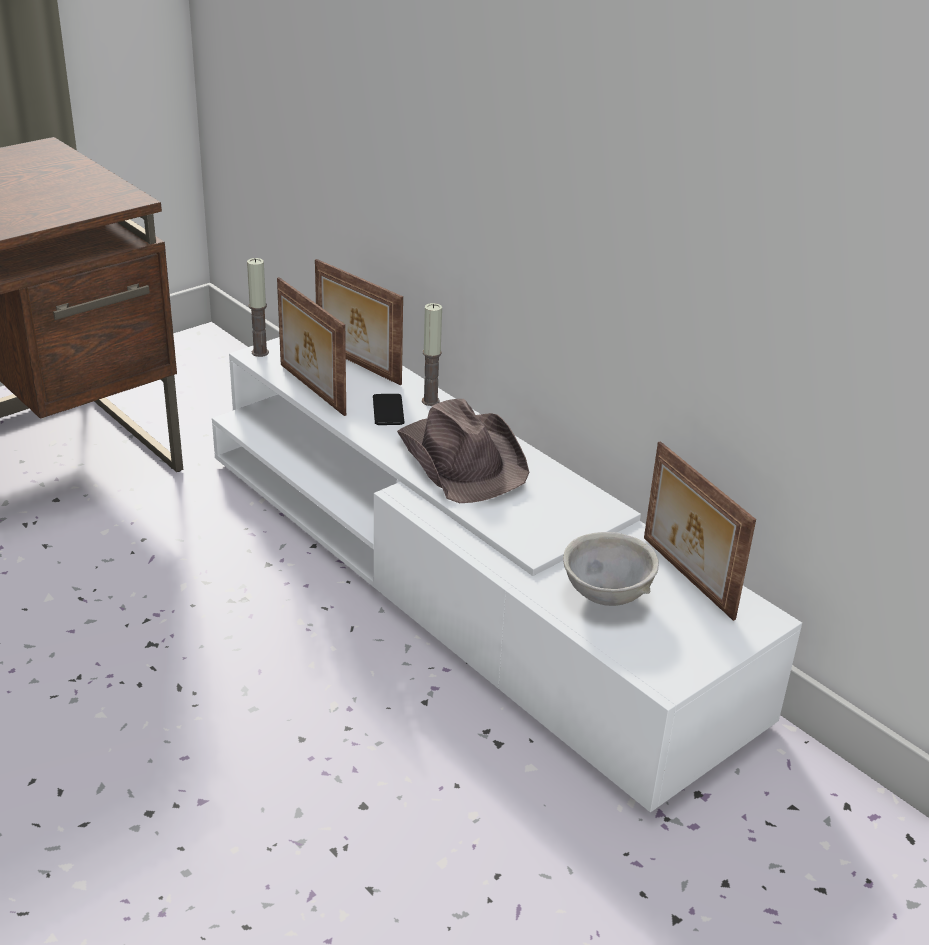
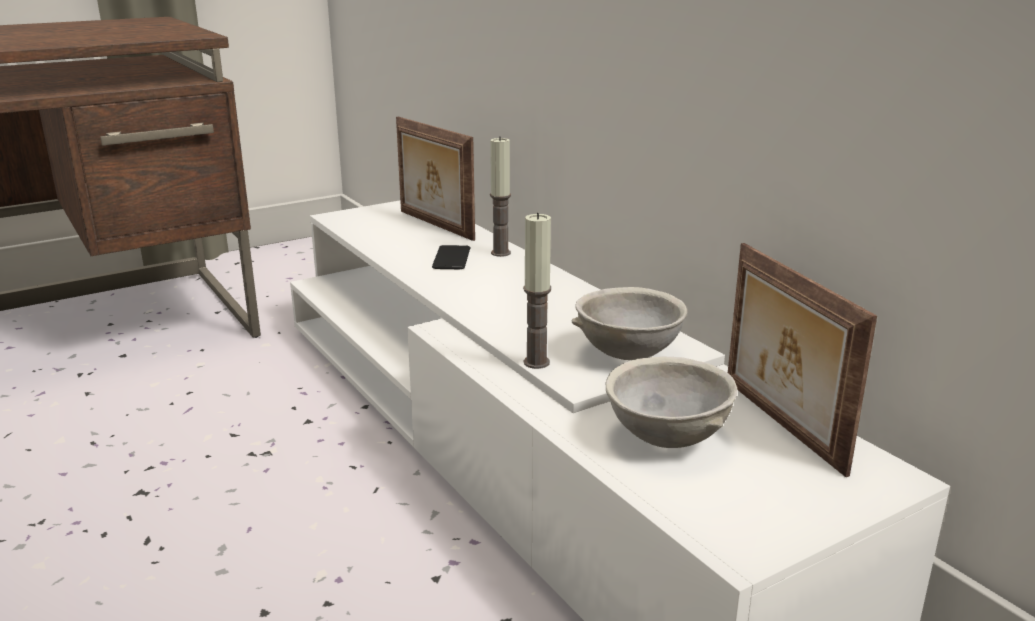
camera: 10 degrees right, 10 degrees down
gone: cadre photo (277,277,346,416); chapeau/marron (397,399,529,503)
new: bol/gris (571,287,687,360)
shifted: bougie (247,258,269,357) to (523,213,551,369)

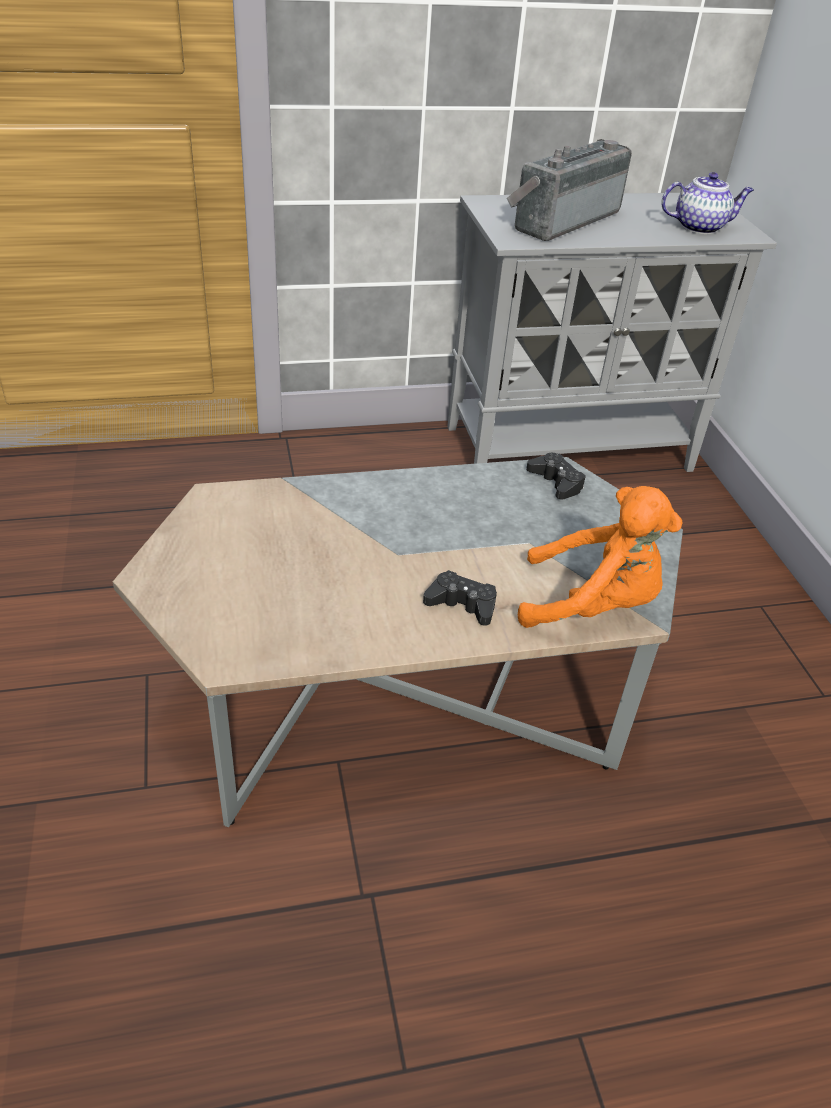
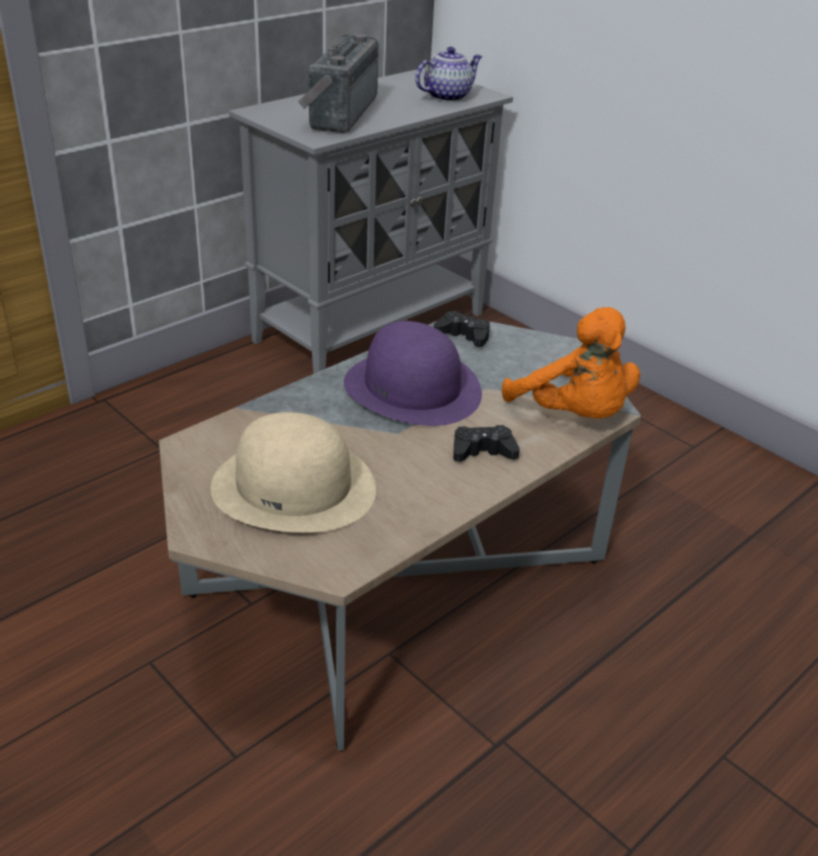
camera: 30 degrees left, 5 degrees down
new: chapeau/violet (344,321,482,426); chapeau/beige (211,412,376,533)
rotated: peluche/orange (518,486,683,628) = (502,307,640,419) 75 degrees clockwise

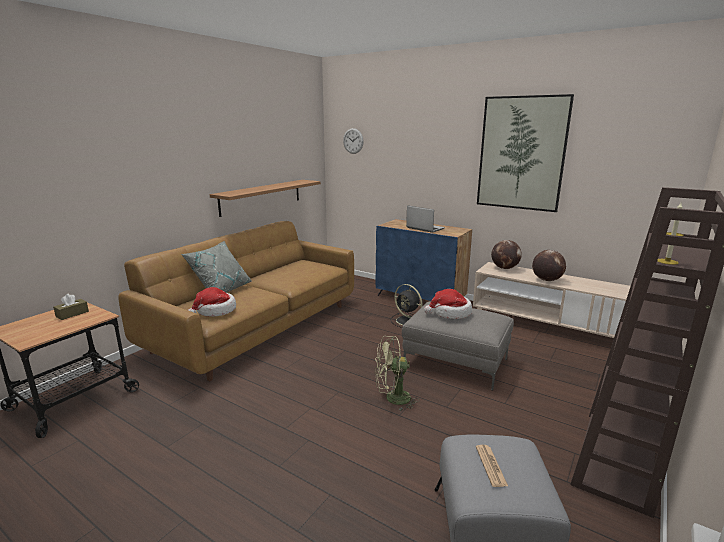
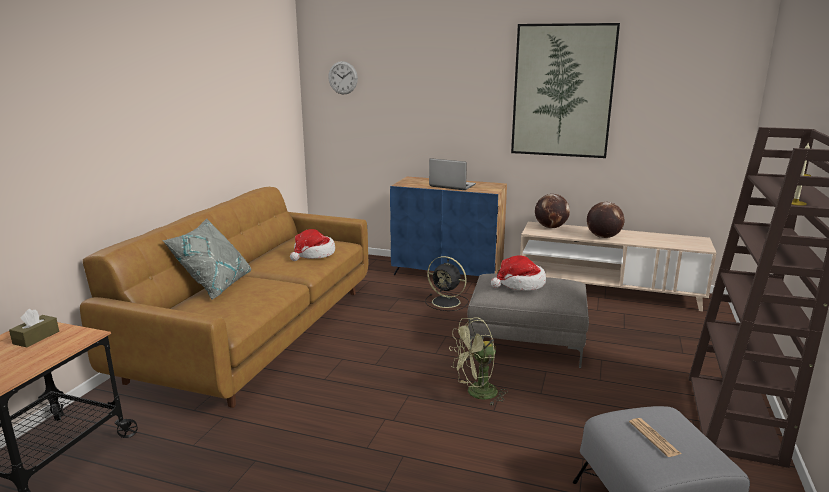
camera: 15 degrees left, 0 degrees up
gone: étagère (210,180,321,217)
shifted: chapeau (188,287,236,317) to (290,229,335,261)

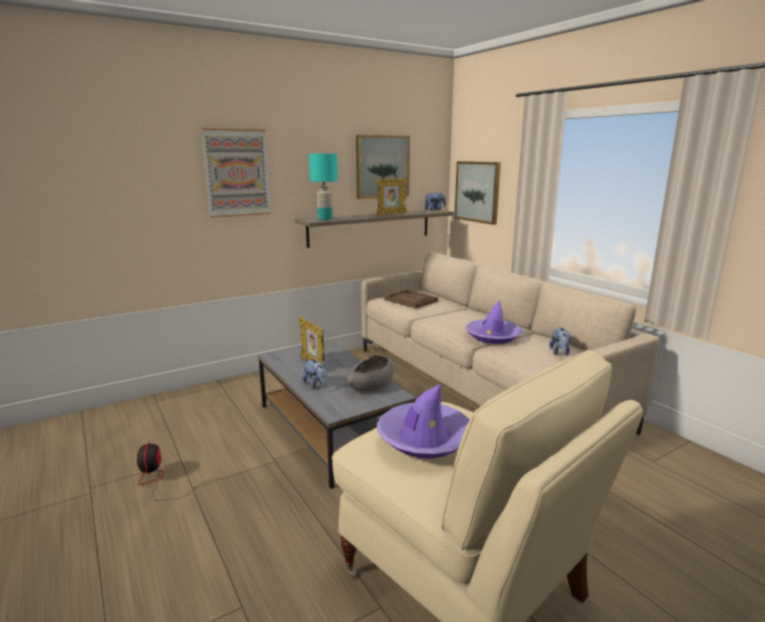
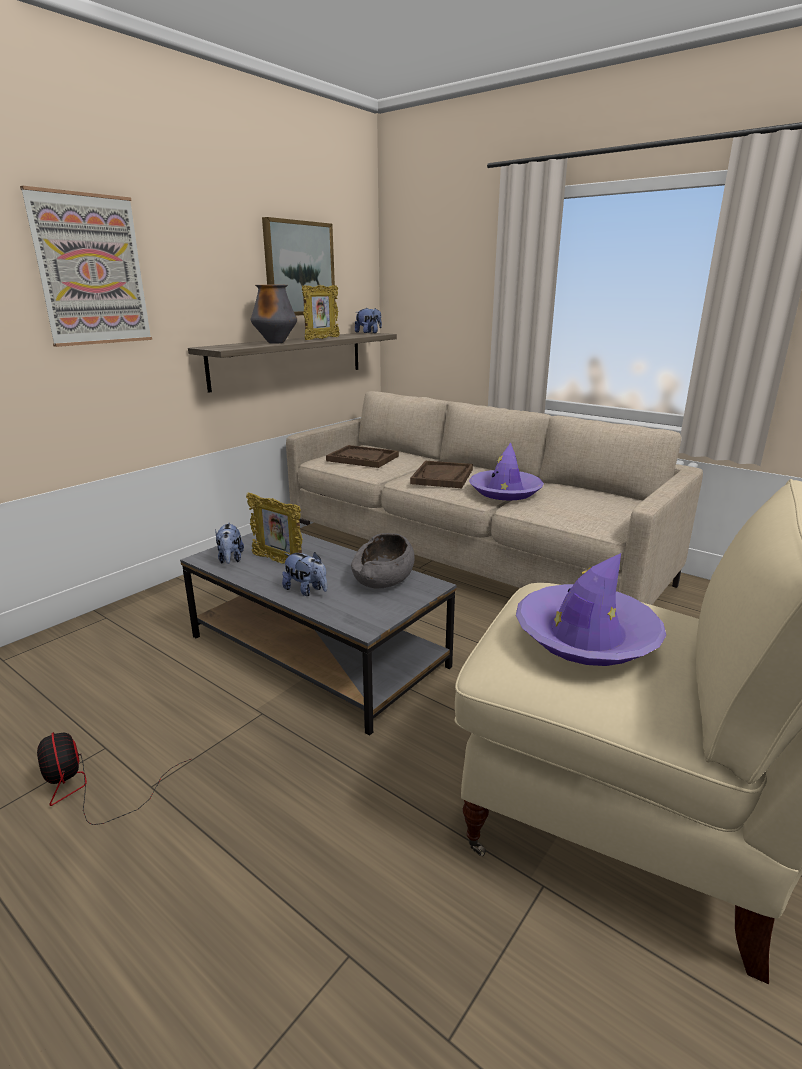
camera: 20 degrees left, 5 degrees up
gone: lampe de table/turquoise (309,154,338,220); tableau (454,161,501,225)
new: vase (251,285,297,344); plateau/marron (410,461,473,488)
shifted: peluche (549,327,571,356) to (215,523,244,564)

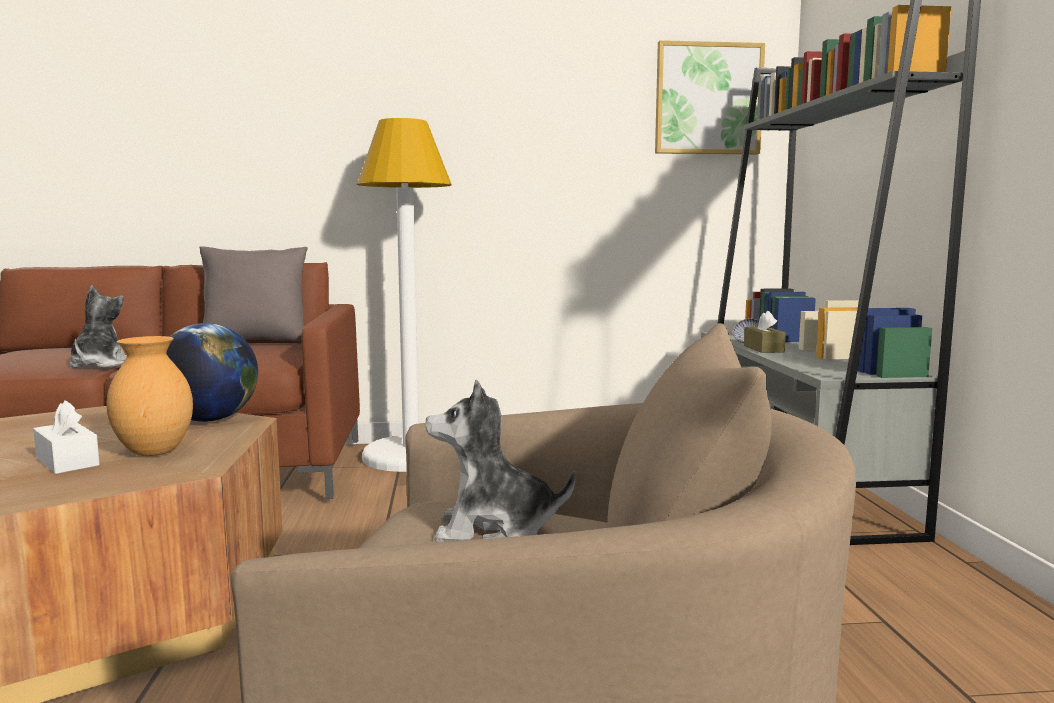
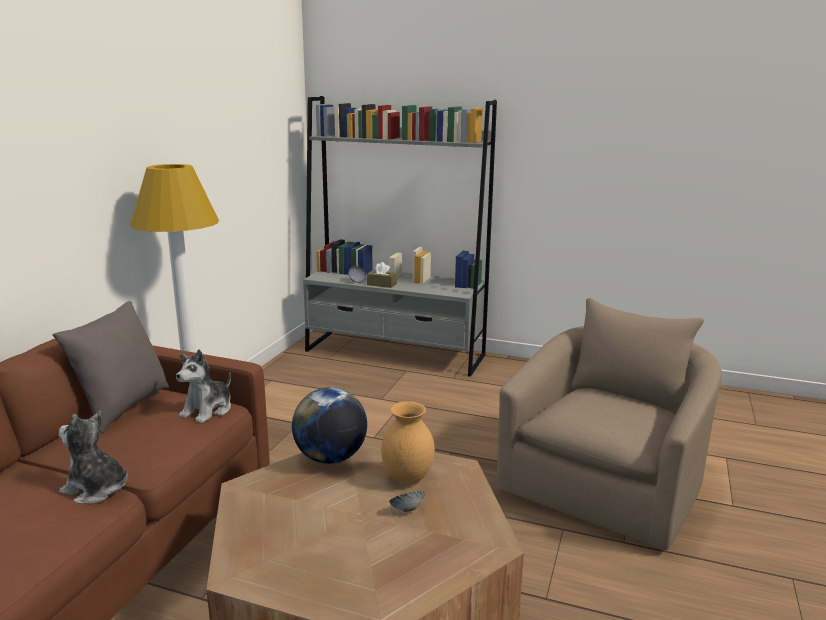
camera: 65 degrees left, 10 degrees up
gone: tableau (655,40,765,154)
shifted: peluche (426,379,576,542) to (176,349,231,424)
swapped: boîte à mouchoirs/blanc (33,401,100,474) to bol (389,491,425,512)

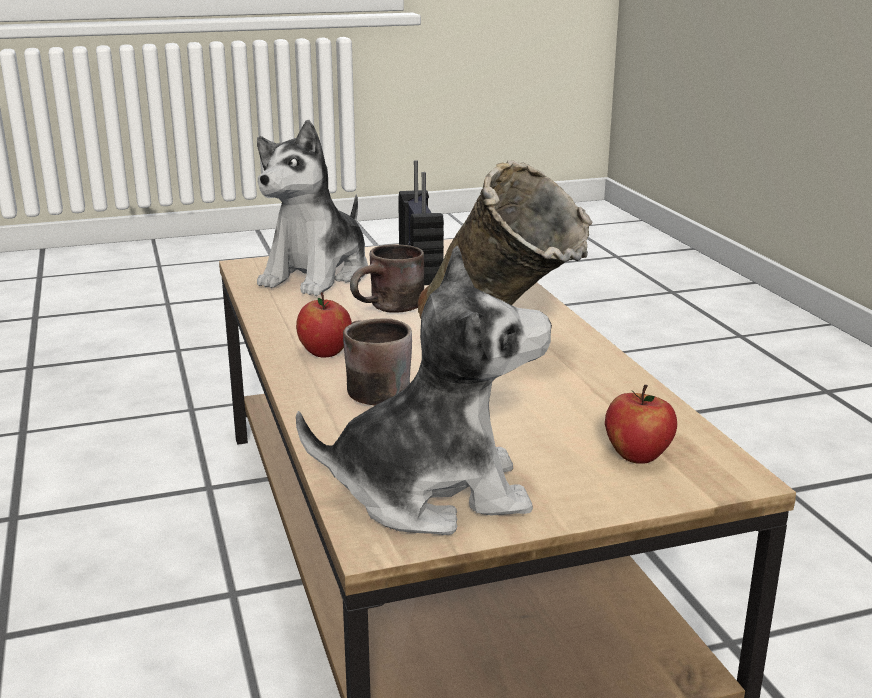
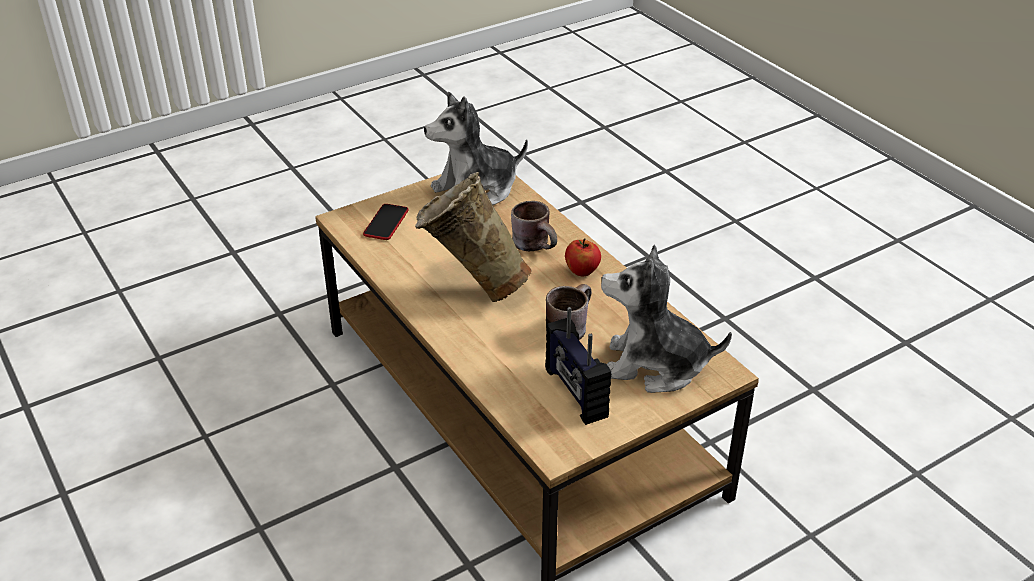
camera: 165 degrees right, 15 degrees up
swapped: pomme (605,385,677,464) to téléphone (363,204,409,240)
rotated: peluche (257,120,368,296) = (601,244,732,393) 90 degrees counterclockwise

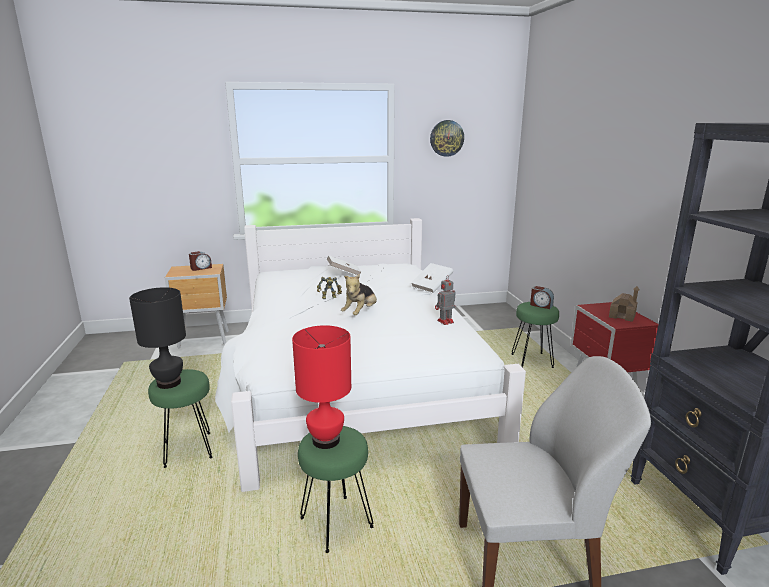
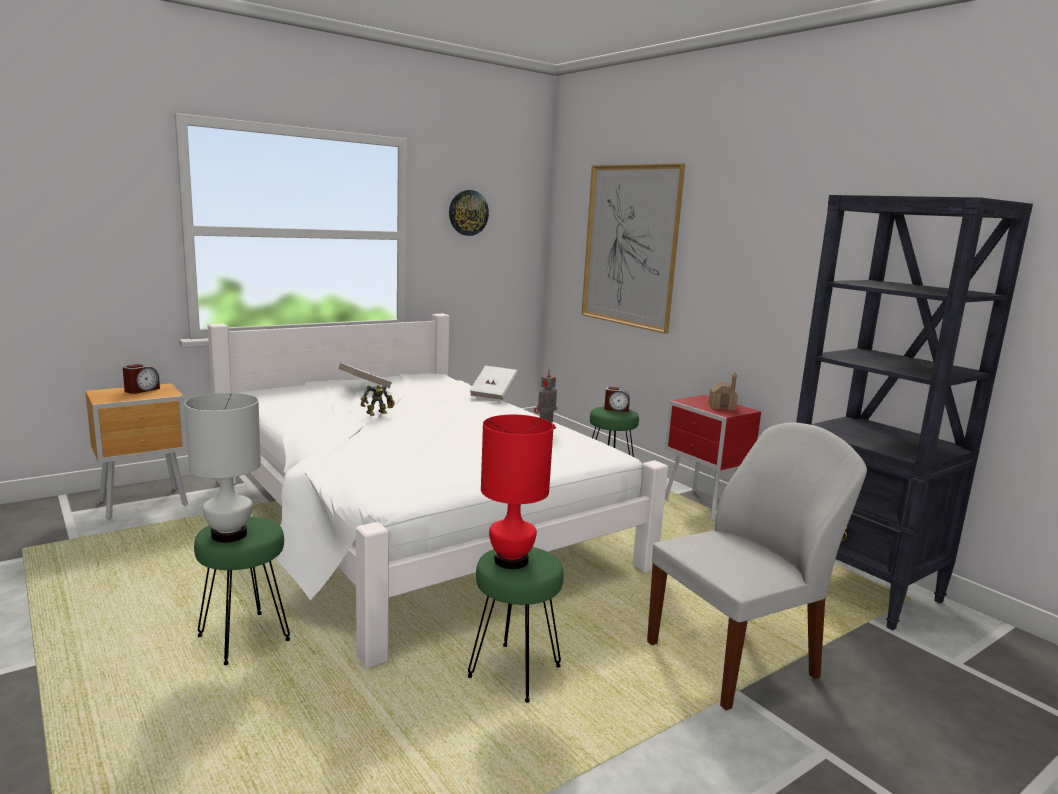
camera: 25 degrees left, 5 degrees down
gone: peluche (341,274,377,315)
new: tableau (581,163,685,334)
repainted: lampe de table/noir (129,287,186,389) to lampe de table/blanc (184,393,261,542)

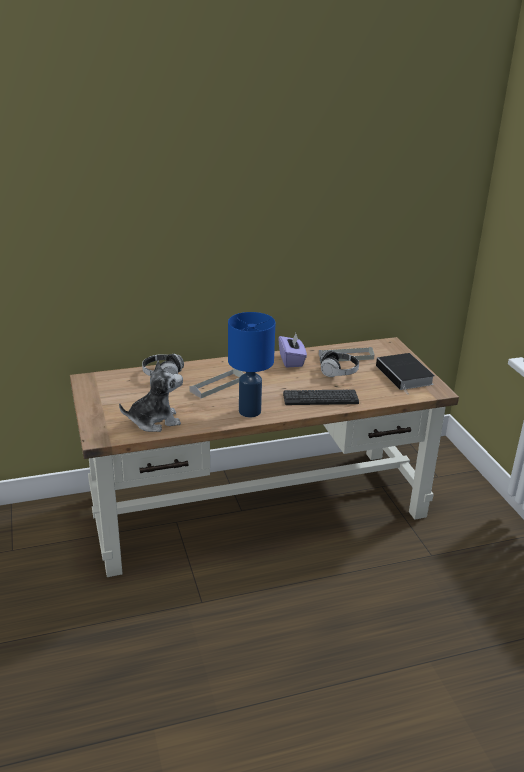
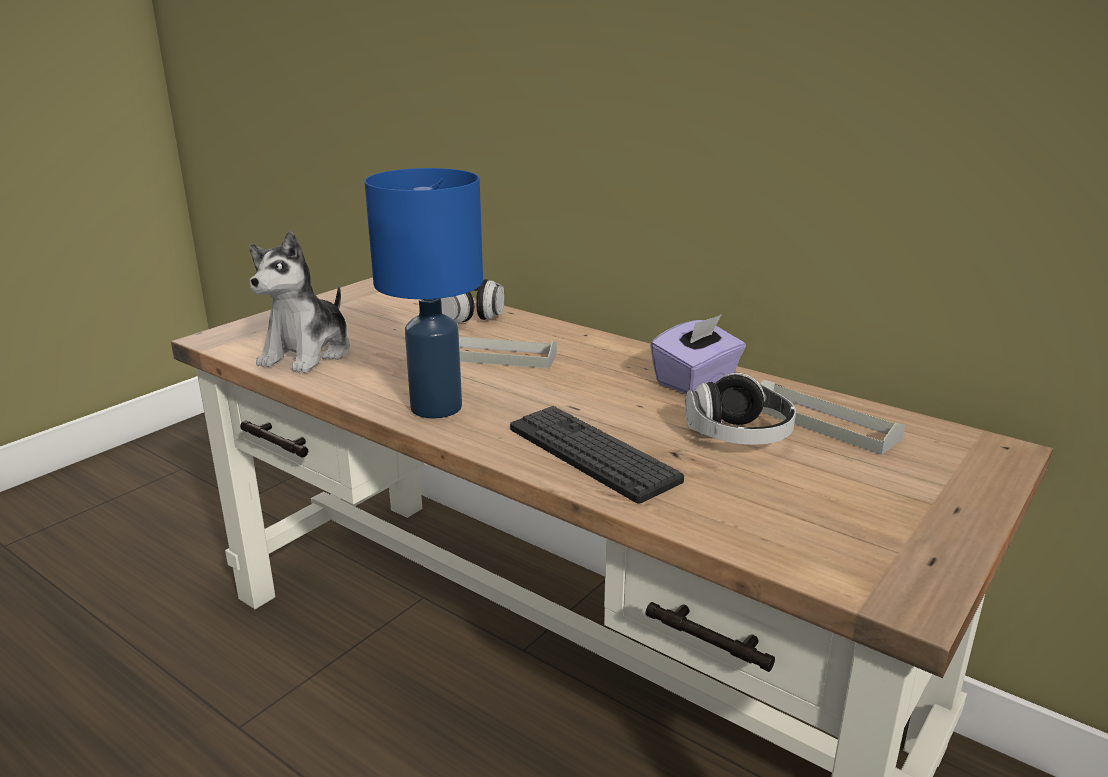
camera: 55 degrees right, 5 degrees down
gone: livre (376,353,435,395)
rotated: peluche (119,361,183,432) = (249,231,350,373) 75 degrees clockwise

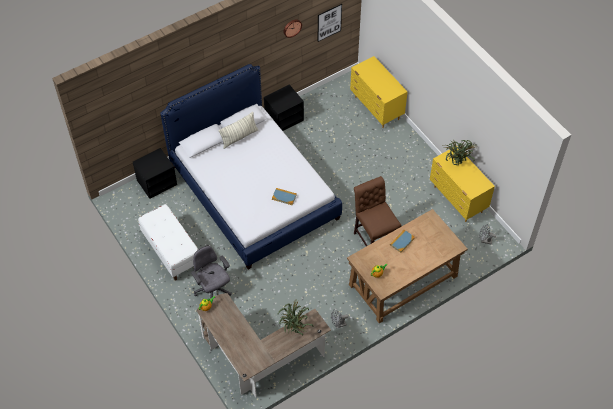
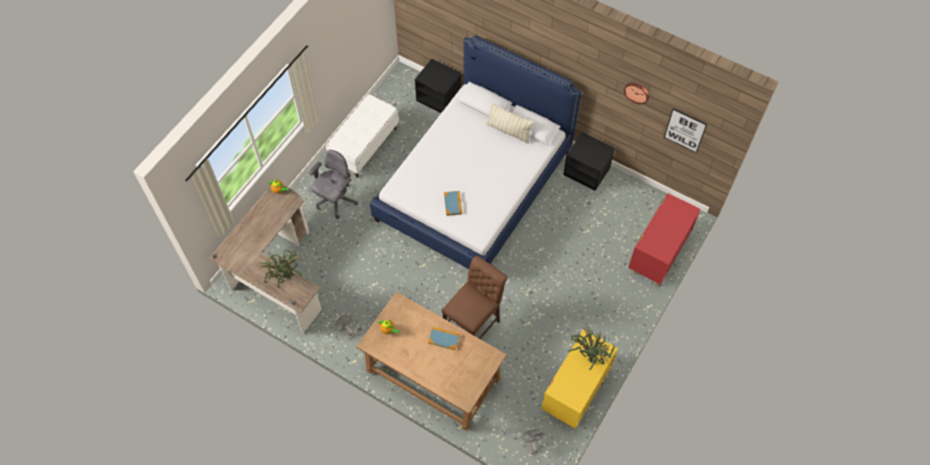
camera: 65 degrees right, 5 degrees up
repainted: commode/jaune (350,56,408,128) to commode/rouge (628,193,701,285)

